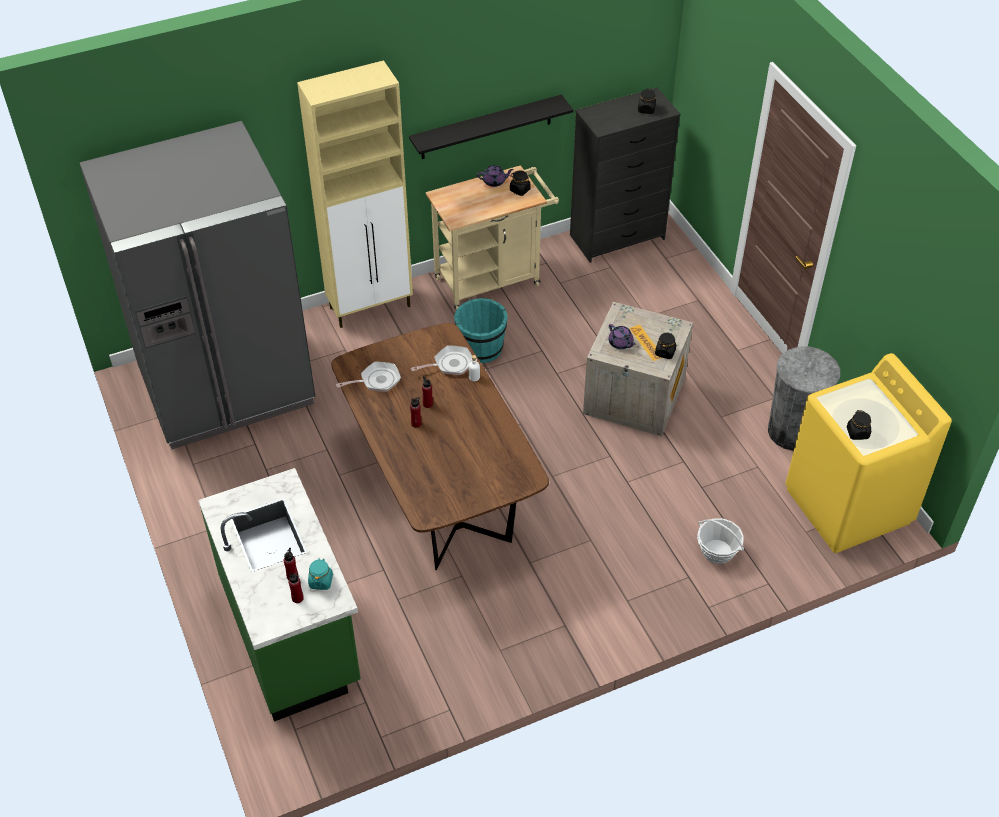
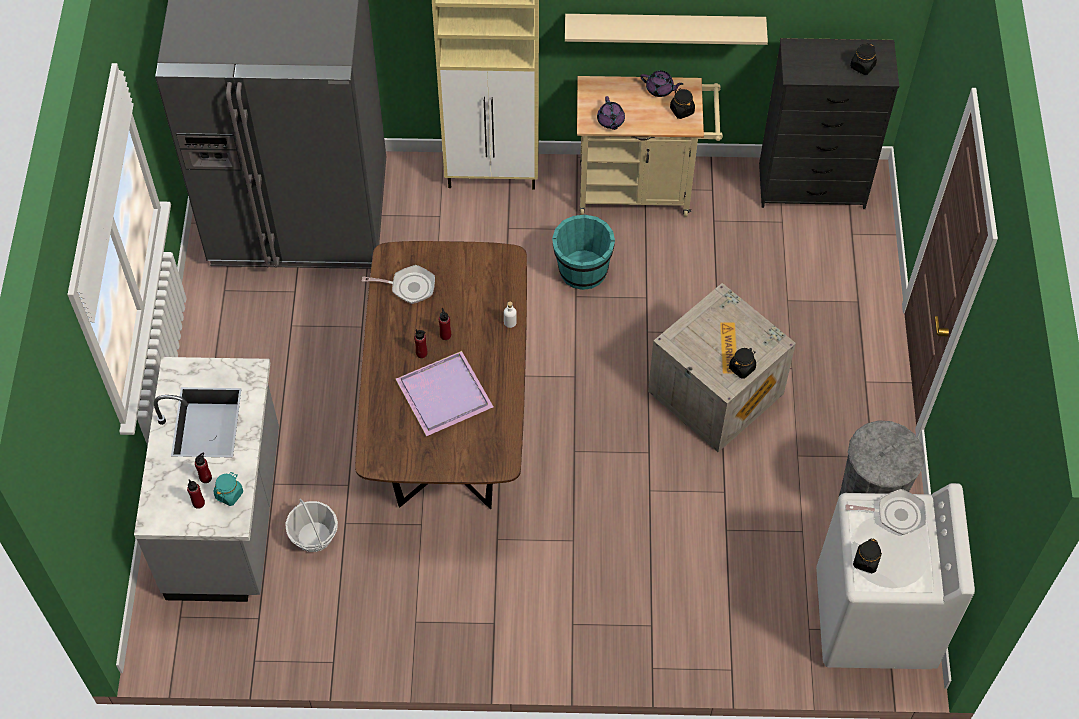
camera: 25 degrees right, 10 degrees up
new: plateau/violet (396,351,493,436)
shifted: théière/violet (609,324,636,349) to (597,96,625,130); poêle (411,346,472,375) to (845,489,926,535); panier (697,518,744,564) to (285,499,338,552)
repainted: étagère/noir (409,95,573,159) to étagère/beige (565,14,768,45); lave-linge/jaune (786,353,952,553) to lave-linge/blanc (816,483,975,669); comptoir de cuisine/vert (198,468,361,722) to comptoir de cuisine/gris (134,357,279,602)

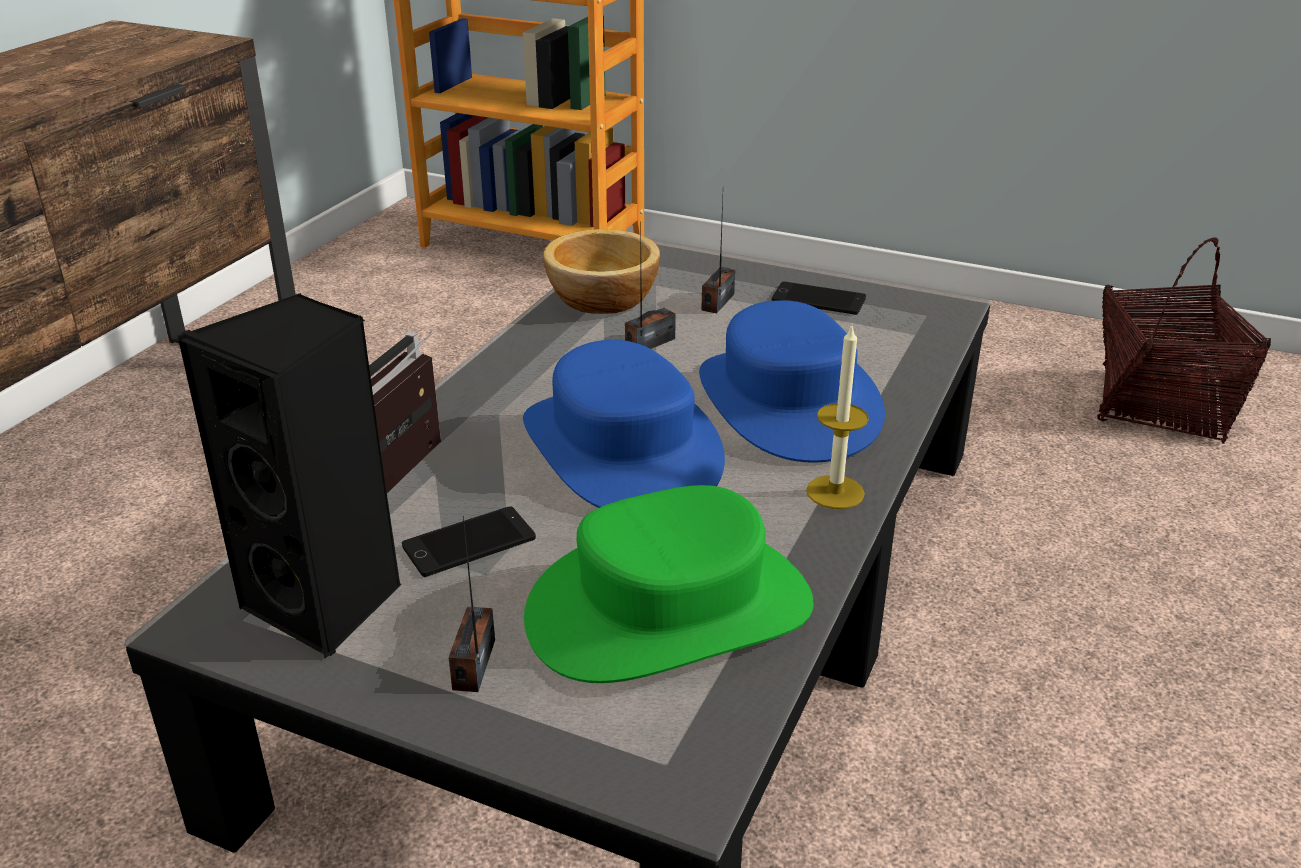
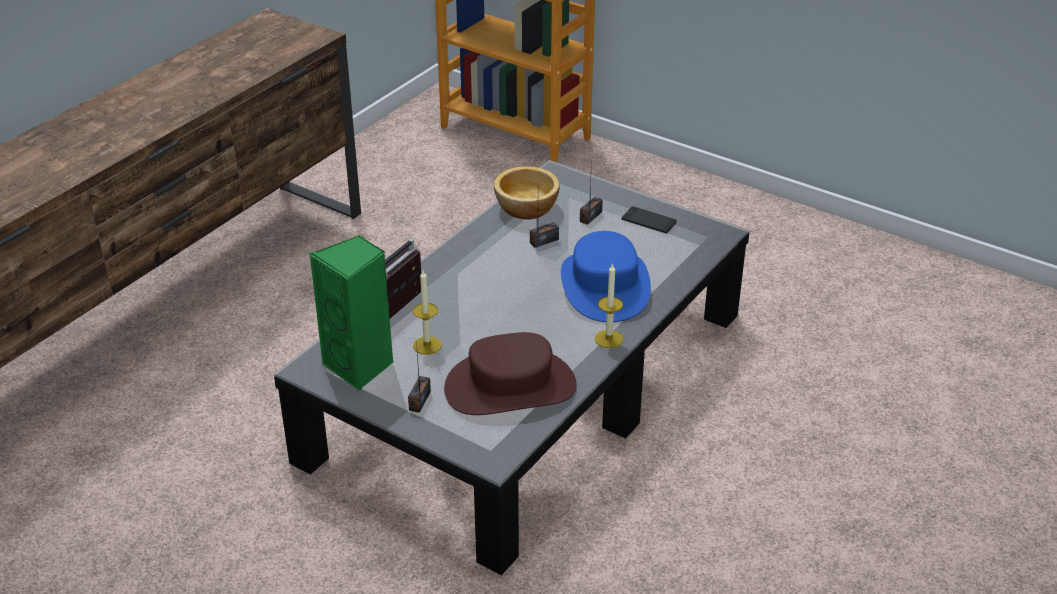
camera: 10 degrees right, 5 degrees up
gone: panier (1097,237,1271,444); chapeau/bleu (523,340,725,508)
swapped: téléphone (402,506,536,577) to bougie (413,270,442,355)
repainted: enceinte/noir (177,293,402,658) to enceinte/vert (309,235,393,391); chapeau/vert (524,485,814,683) to chapeau/marron (444,332,577,415)

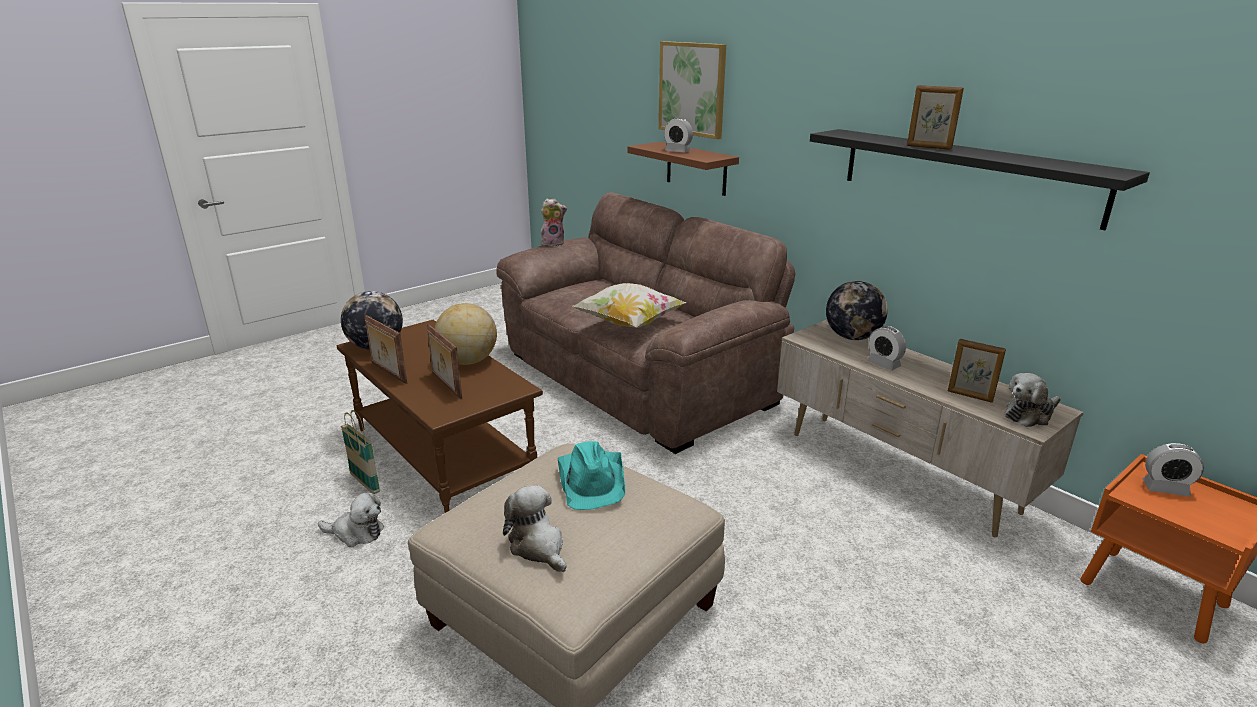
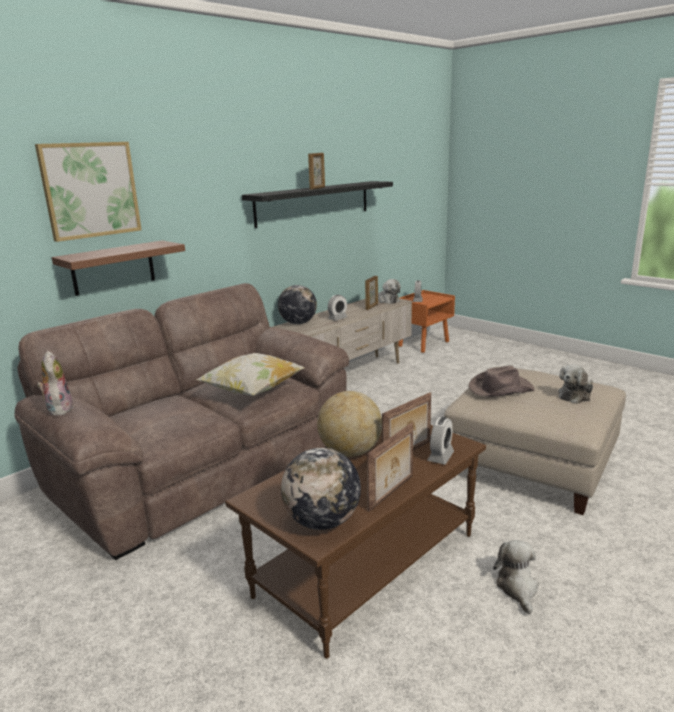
camera: 95 degrees left, 5 degrees down
gone: panier (341,410,380,494)
shifted: réveil (664,118,693,153) to (428,417,454,465)
repainted: chapeau/turquoise (558,441,625,510) to chapeau/marron (468,365,535,397)

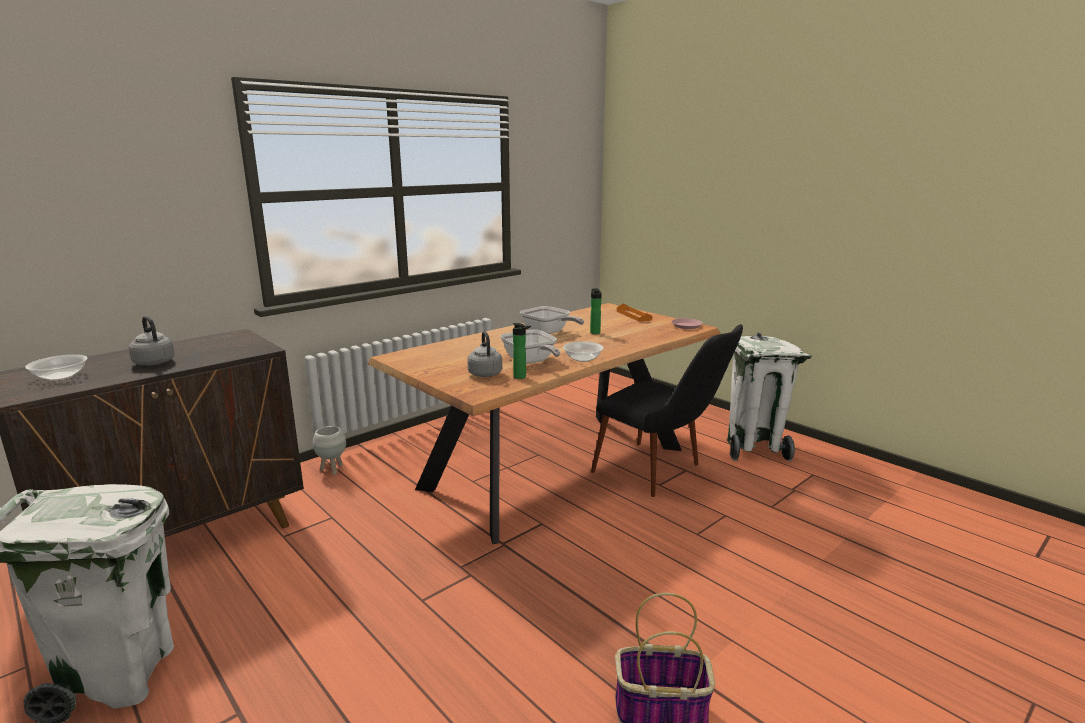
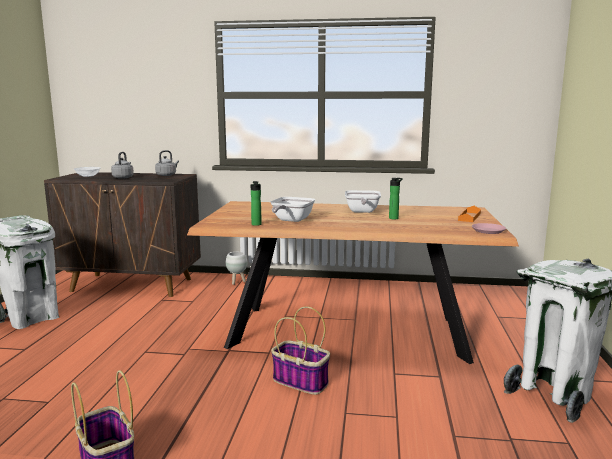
camera: 50 degrees right, 5 degrees down
gone: chaise/noir (591,324,743,497); bol (563,341,603,362)
new: panier (271,306,330,395)
shifted: bouilloire/gris (467,331,502,377) to (155,150,179,176)

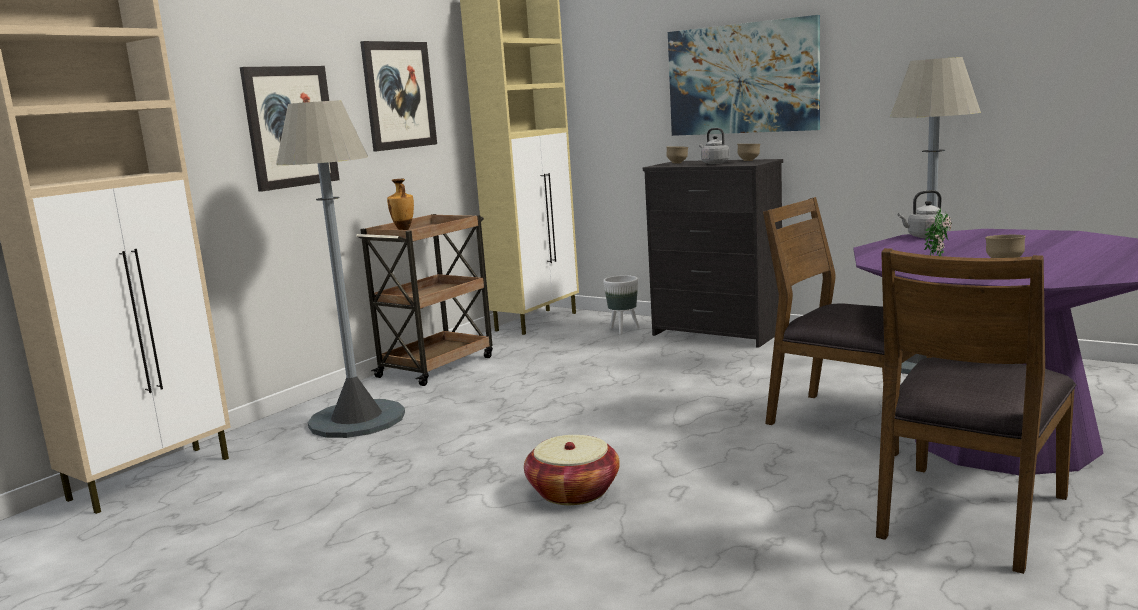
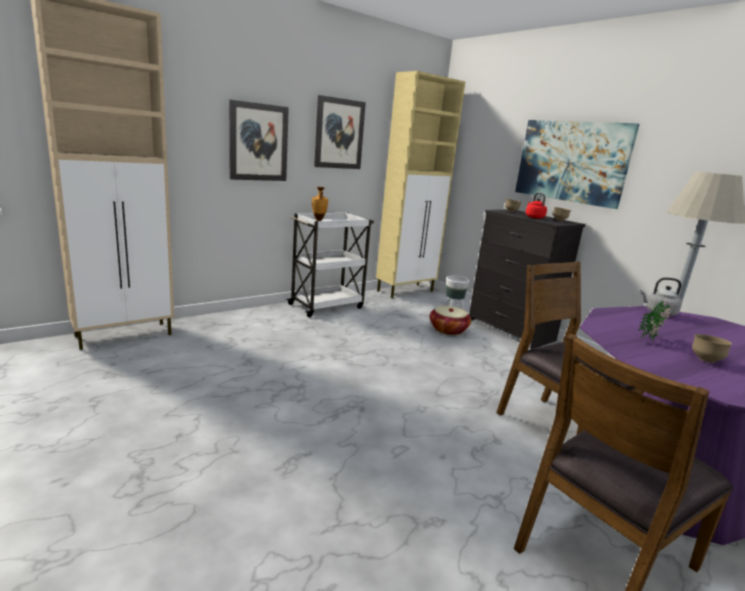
camera: 15 degrees right, 5 degrees up
gone: lampadaire/gris (276,100,405,438)
shifted: panier (524,435,620,505) to (429,306,471,335)
repainted: bouilloire/gris (699,128,730,164) to bouilloire/rouge (526,193,547,219); chariot/marron (356,214,493,386) to chariot/blanc (286,212,374,317)

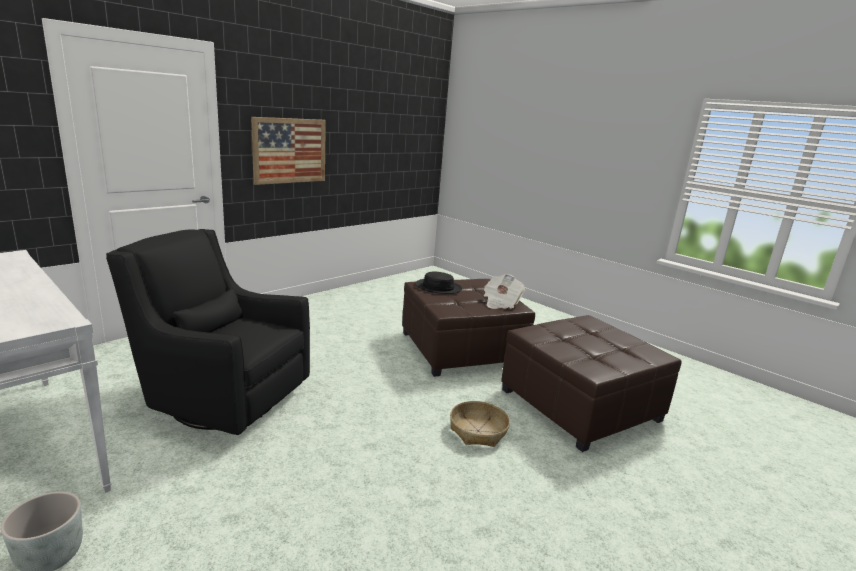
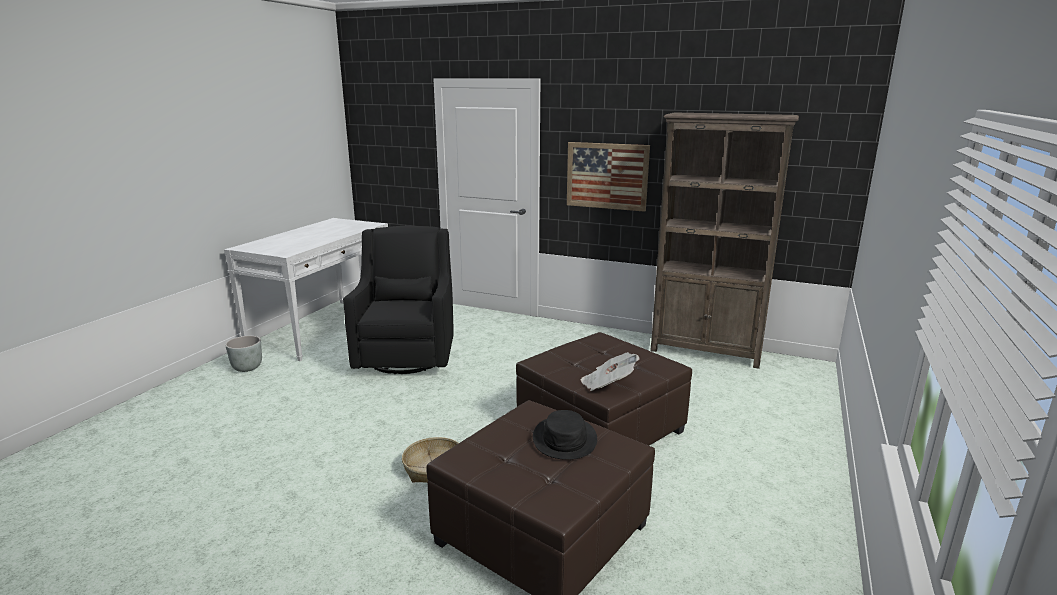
camera: 70 degrees right, 0 degrees up
new: bibliothèque/marron (650,112,799,369)
shifted: chapeau/noir (415,272,462,294) to (533,410,597,460)

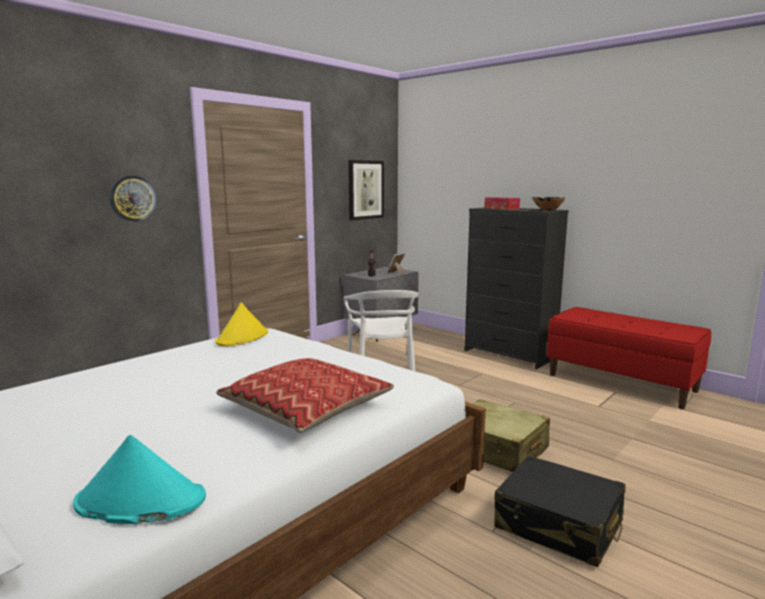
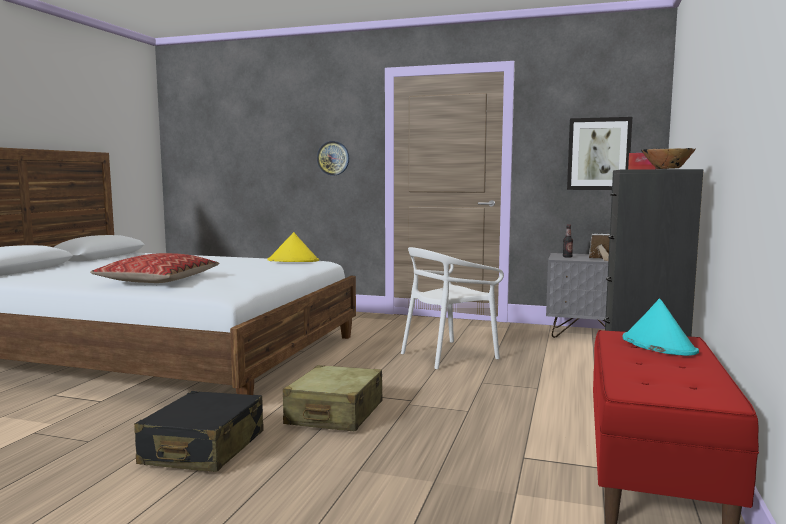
camera: 65 degrees right, 5 degrees down
shifted: chapeau/turquoise (73,435,206,524) to (623,298,699,356)

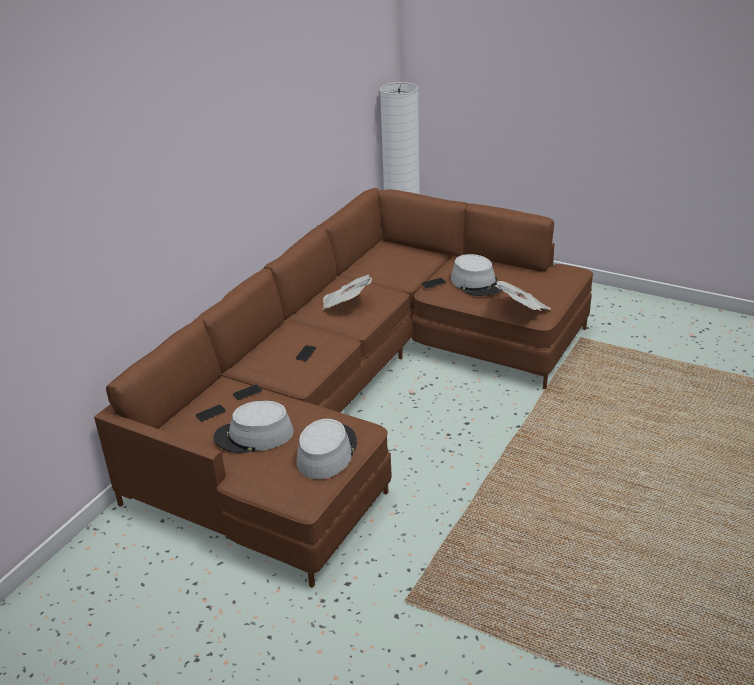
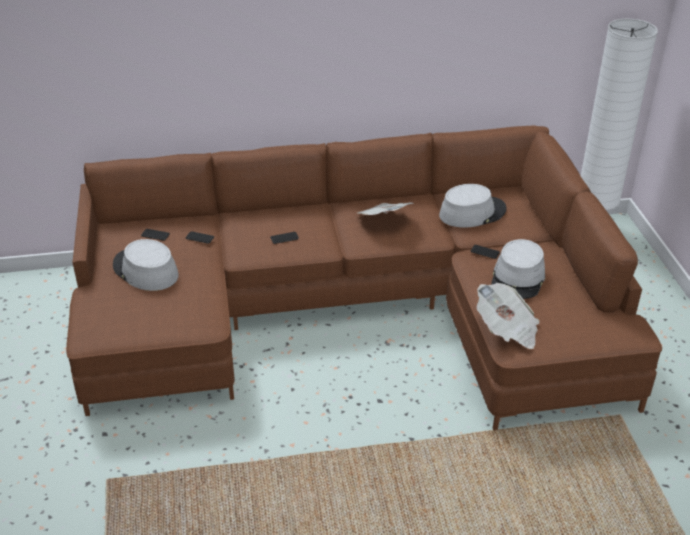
camera: 50 degrees right, 5 degrees up
shifted: chapeau/gris (297,419,357,479) to (439,184,506,228)

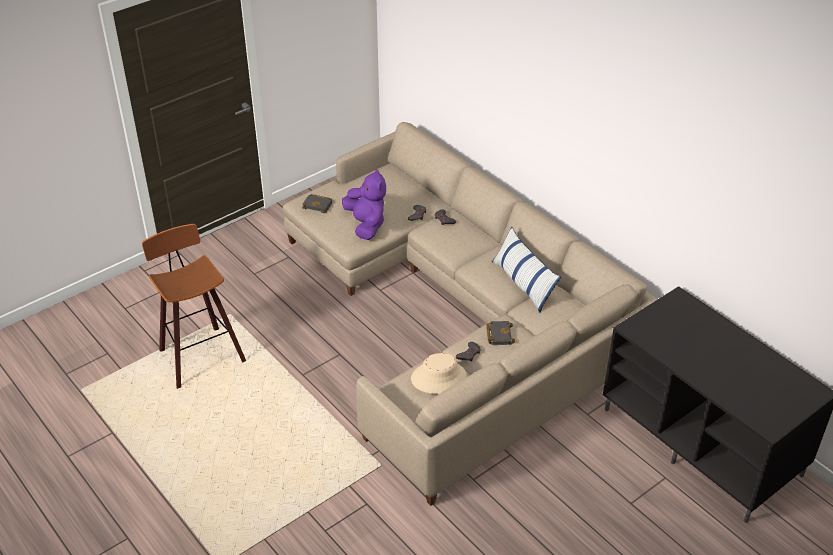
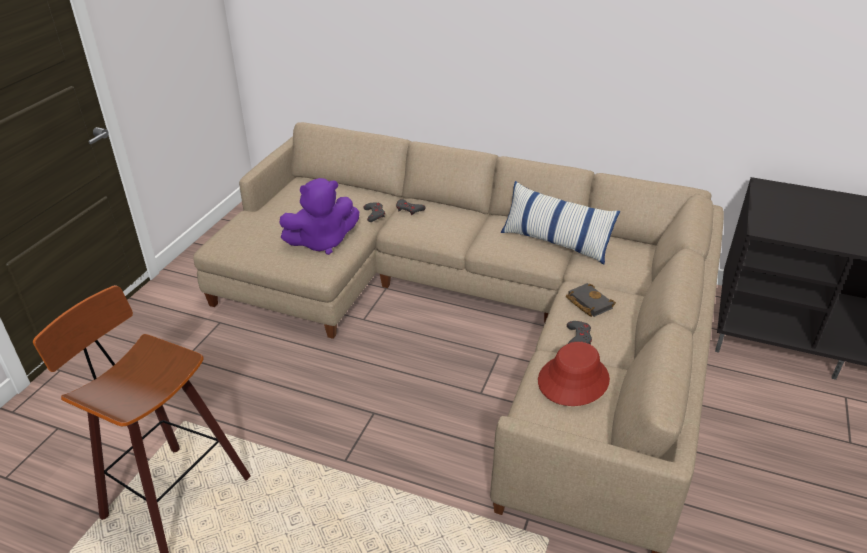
camera: 30 degrees left, 5 degrees down
gone: livre/noir (302,194,332,213)
repainted: chapeau/beige (411,353,467,394) to chapeau/rouge (538,342,610,406)
rotated: peluche/violet (342,168,386,240) = (280,178,359,255) 120 degrees clockwise

